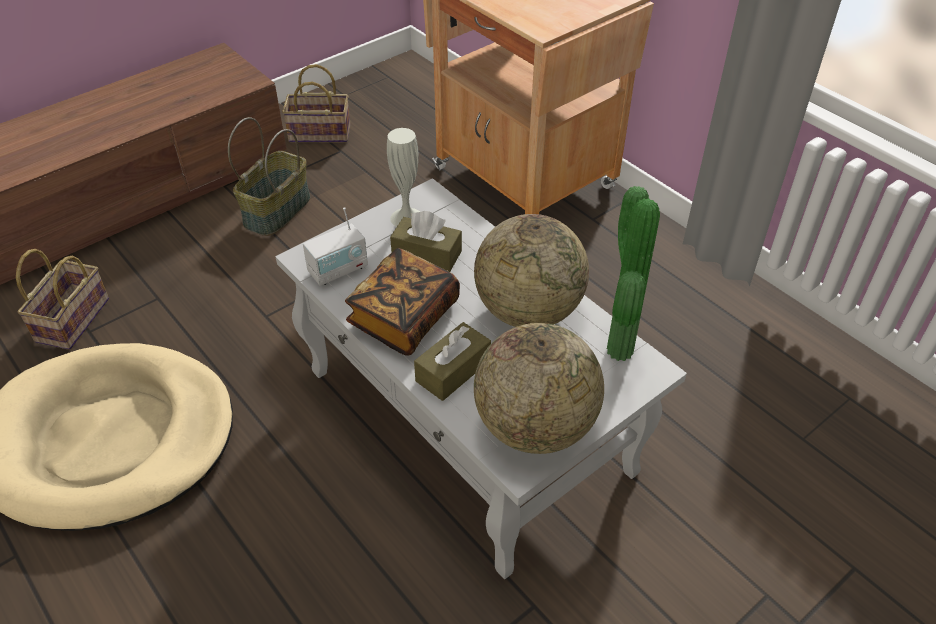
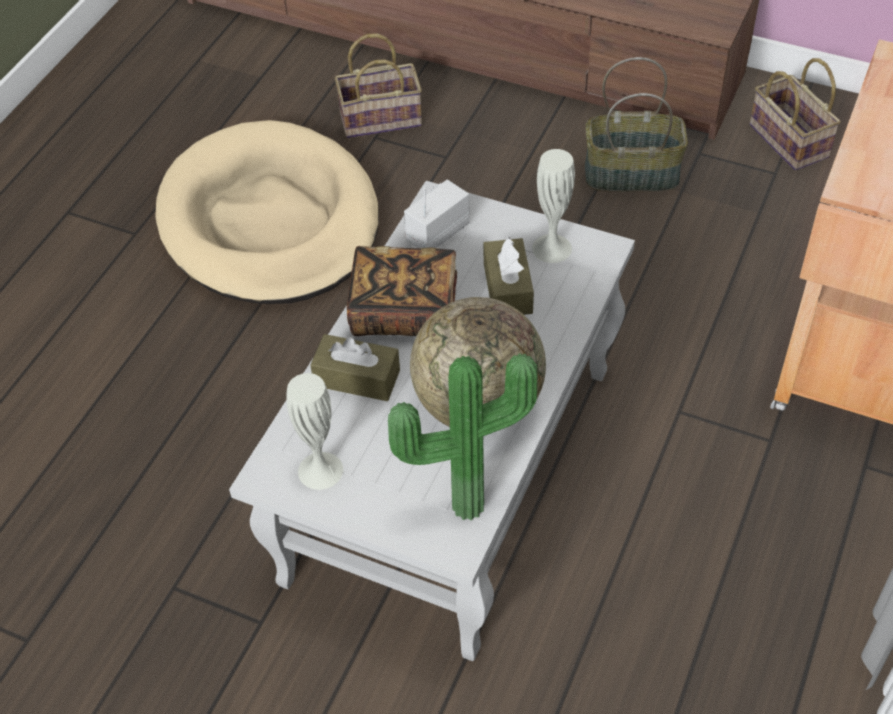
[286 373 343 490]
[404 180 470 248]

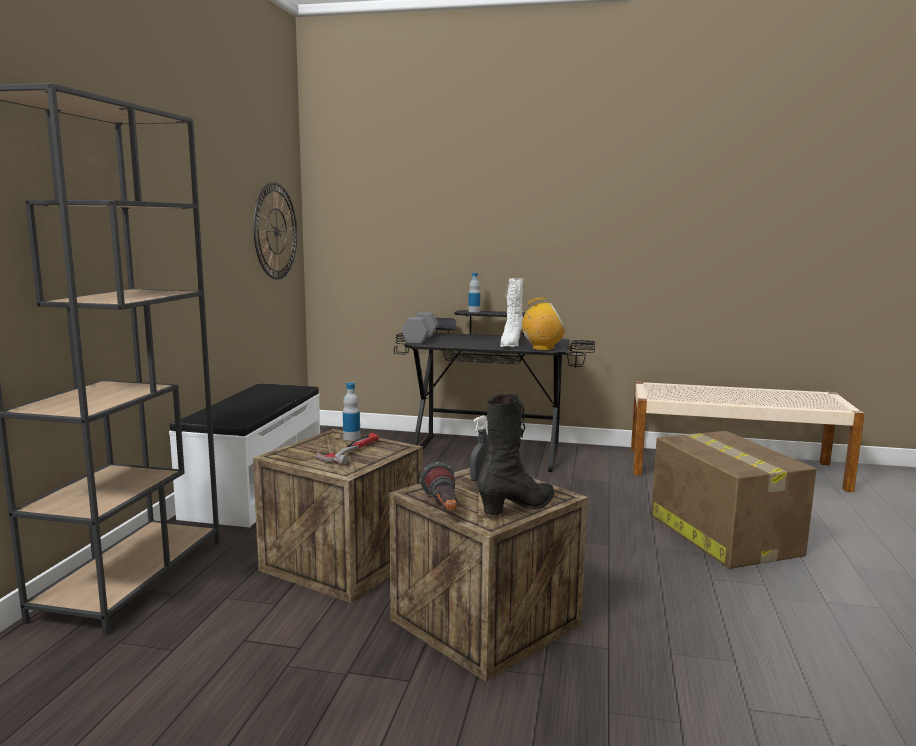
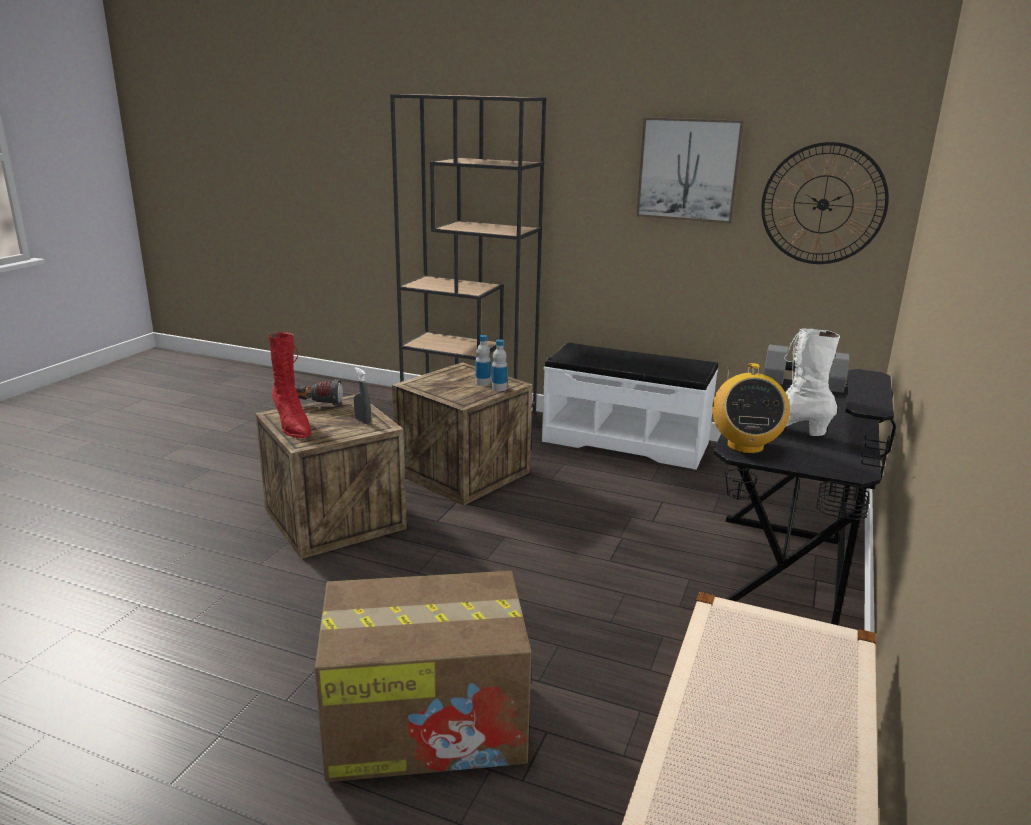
[268 332 312 438]
[476 335 491 386]
[636 117 744 223]
[317 433 378 466] (first image)

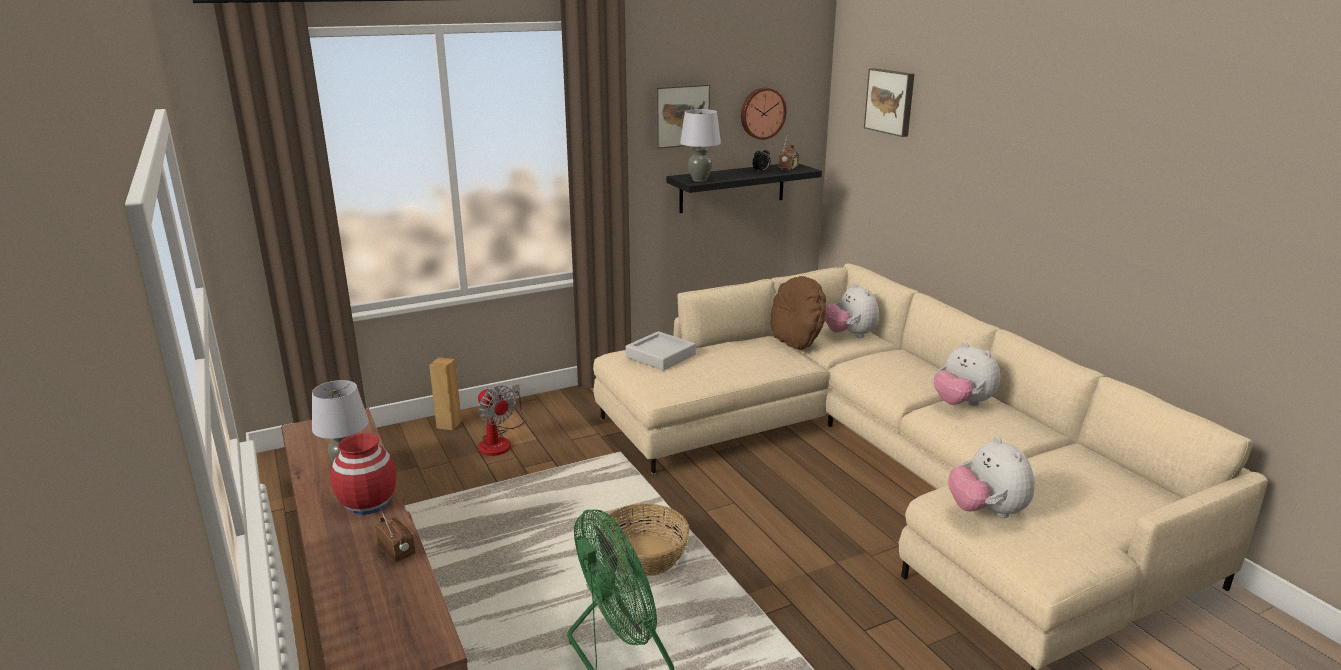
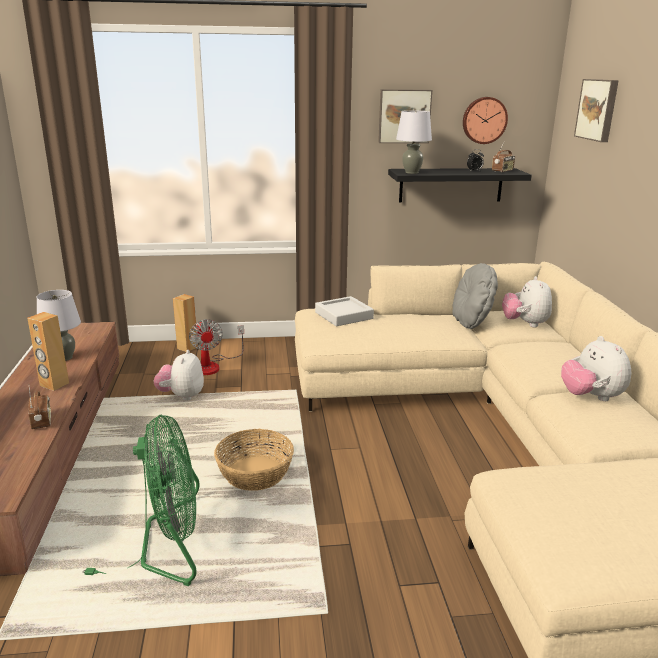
[27 312 69 391]
[154 350 204 400]
[453 263 498 329]

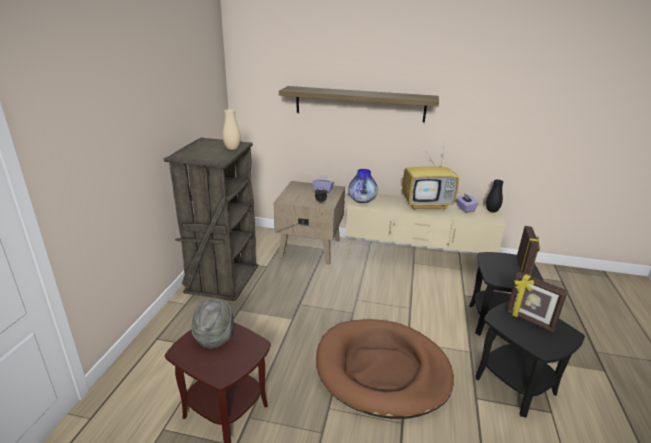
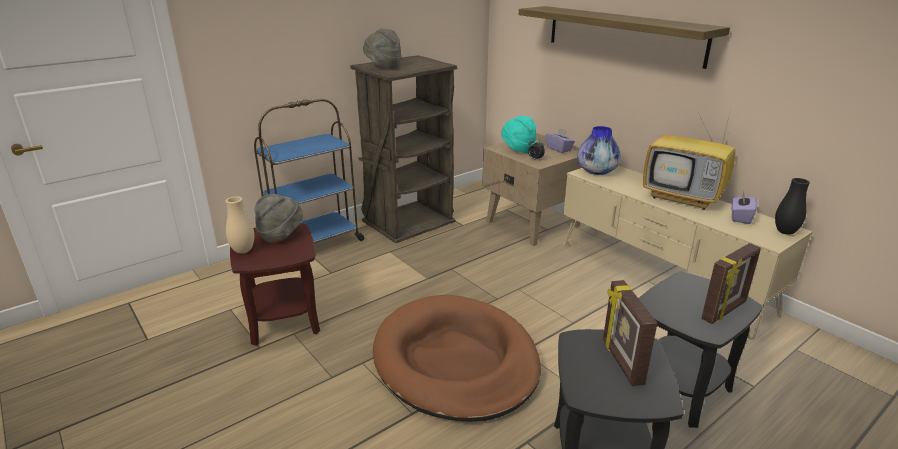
[226 196 254 254]
[254 99 364 243]
[363 28 402 69]
[501 116 536 153]

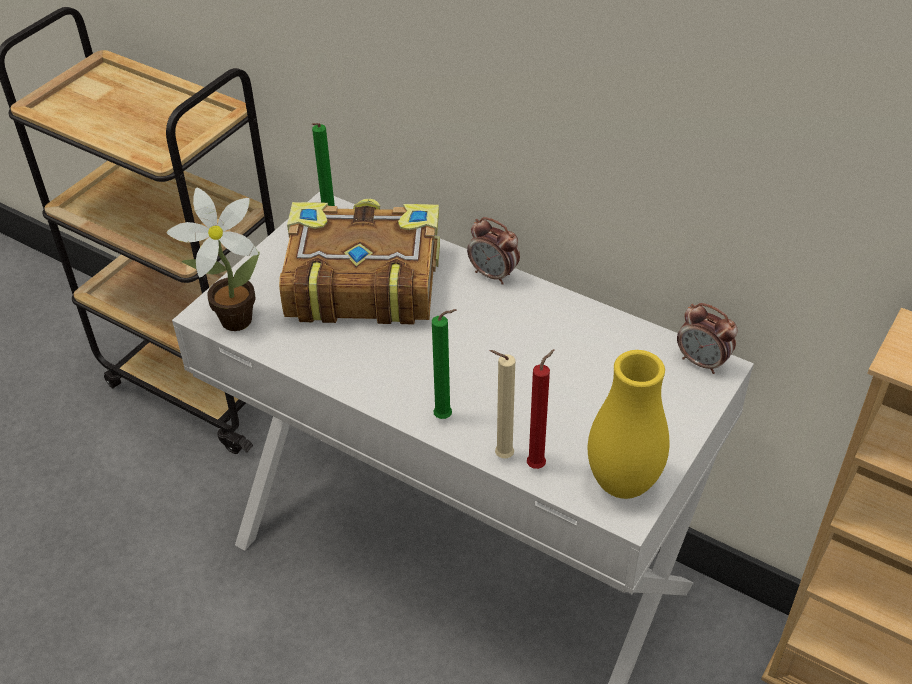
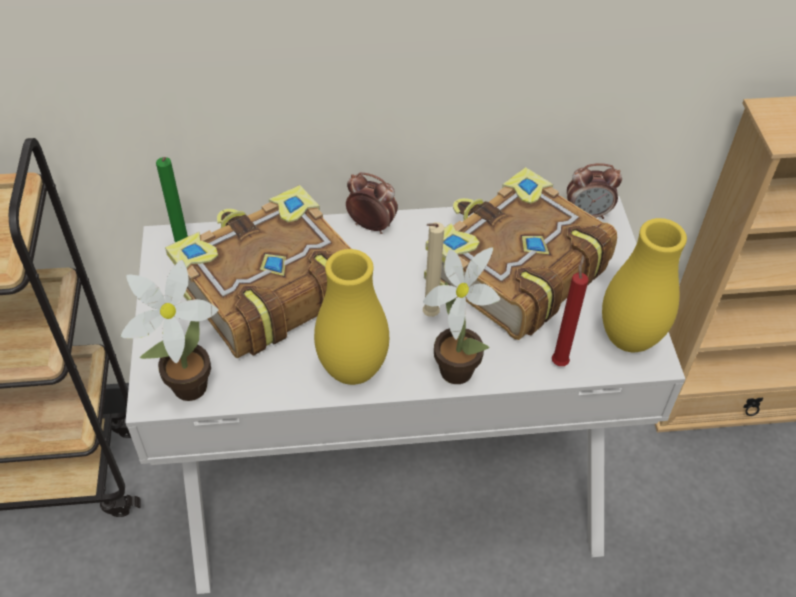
[314 249 389 385]
[346 172 398 234]
[423 222 444 317]
[423 247 500 384]
[424 167 617 340]

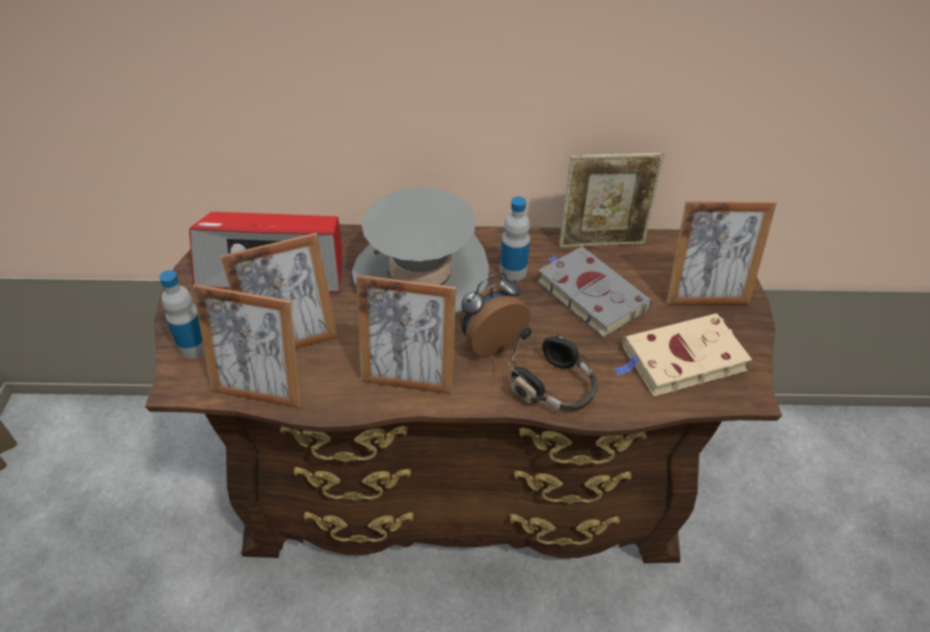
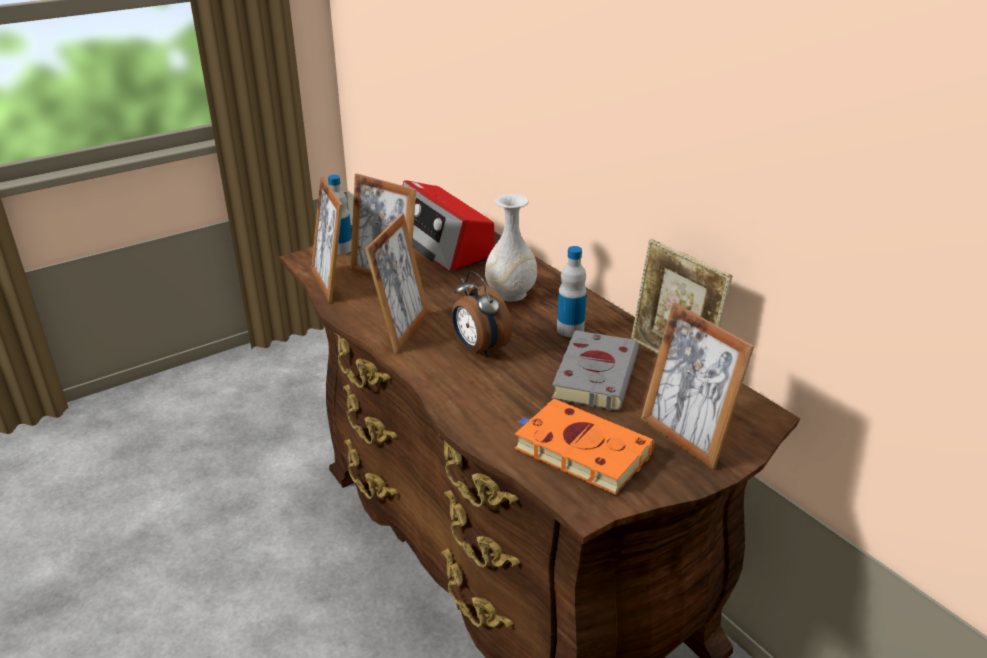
[365 214 429 353]
[452 271 512 357]
[485 194 537 302]
[515 399 654 495]
[508 327 598 412] (first image)

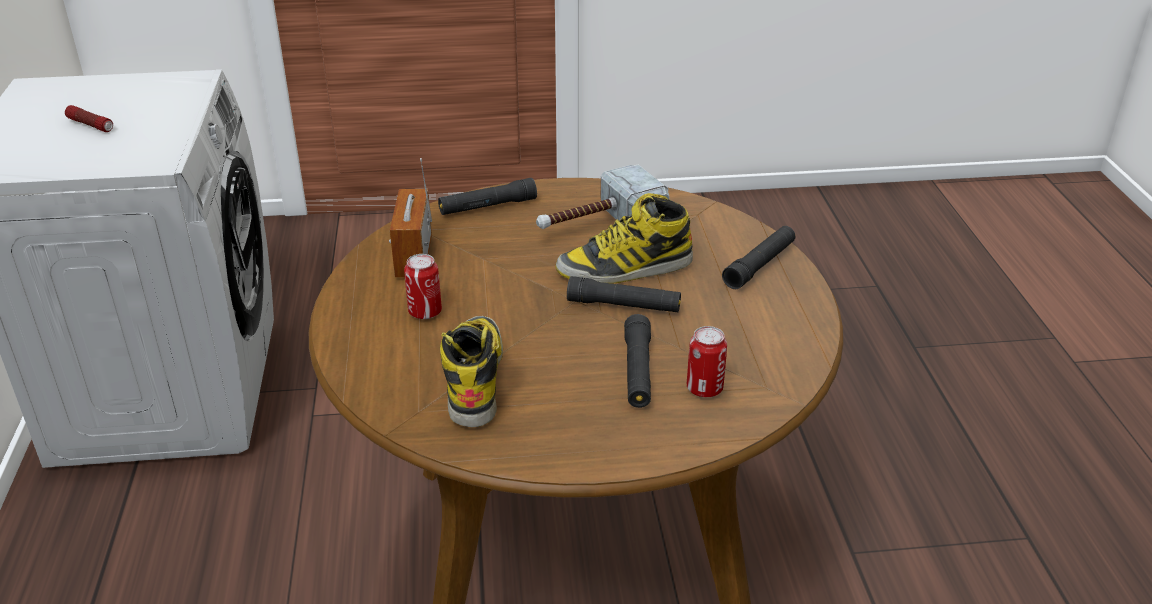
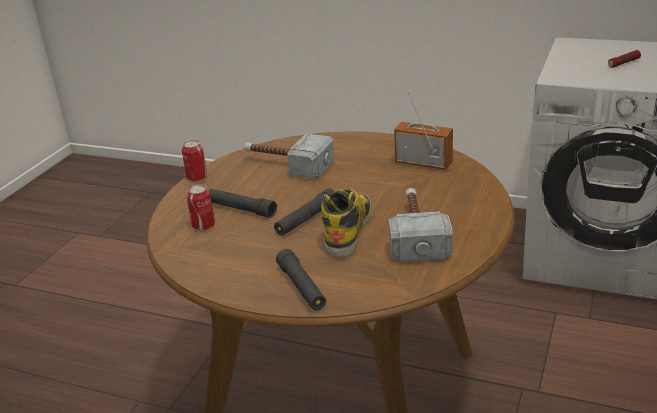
[182 140 207 181]
[244 134 335 179]
[438 178 537 215] (first image)

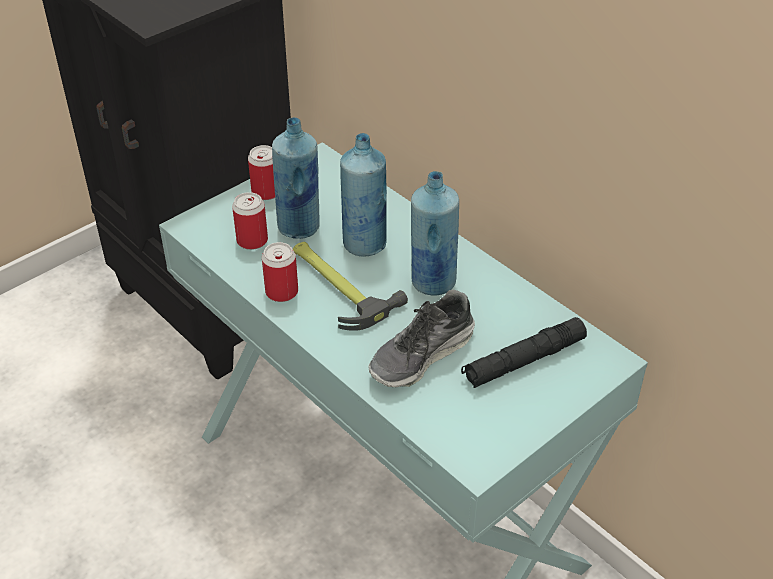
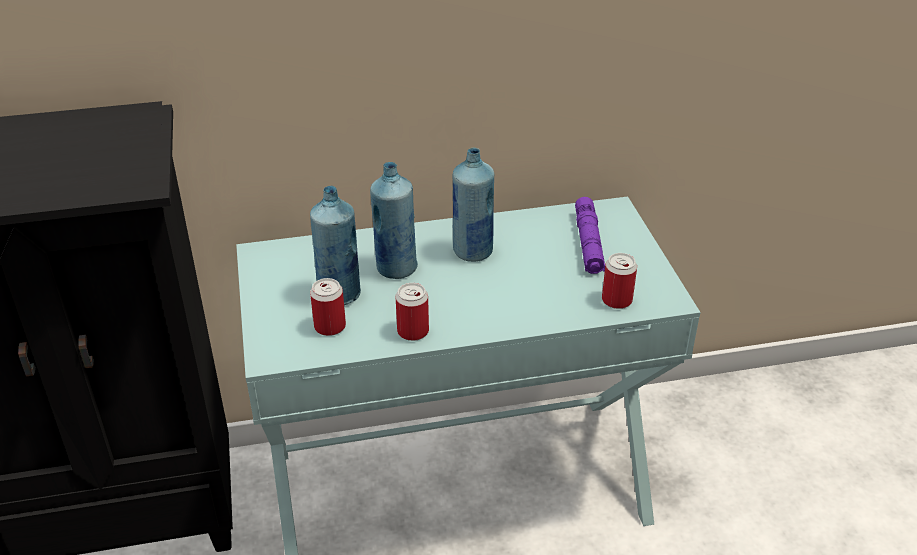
[575 197 605 274]
[602 253 637 309]
[293 242 408 331] (first image)
[369 290 475 387] (first image)

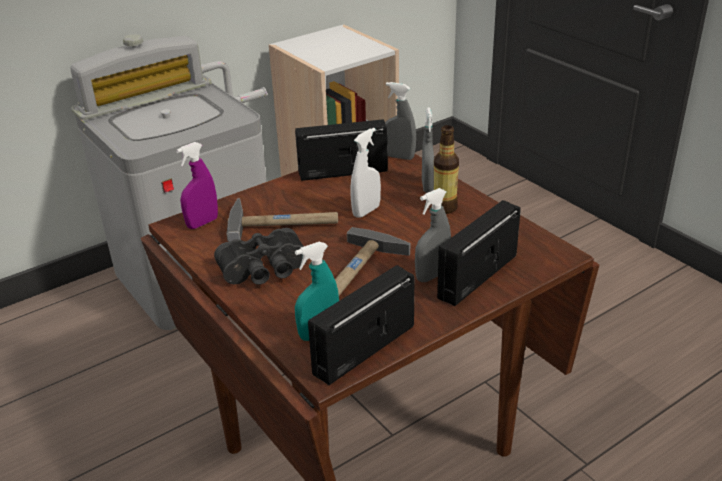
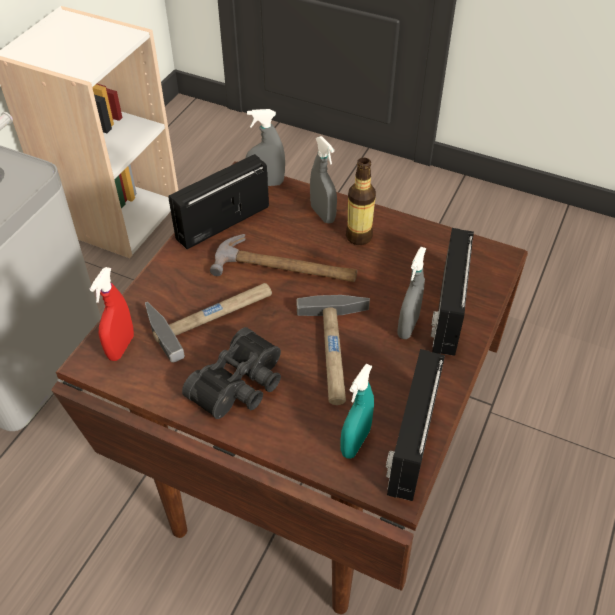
[90 267 134 361]
[210 234 357 282]

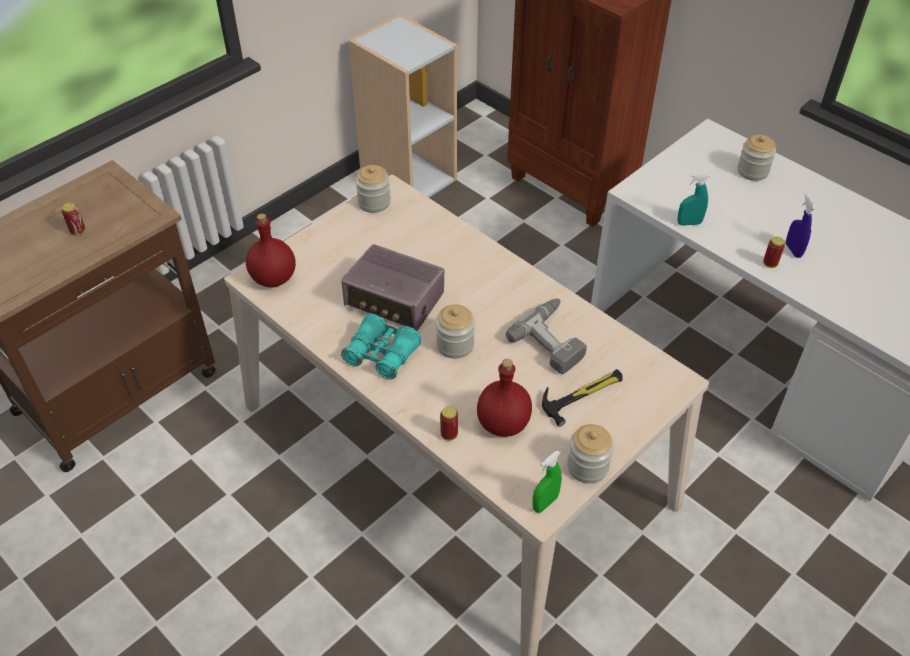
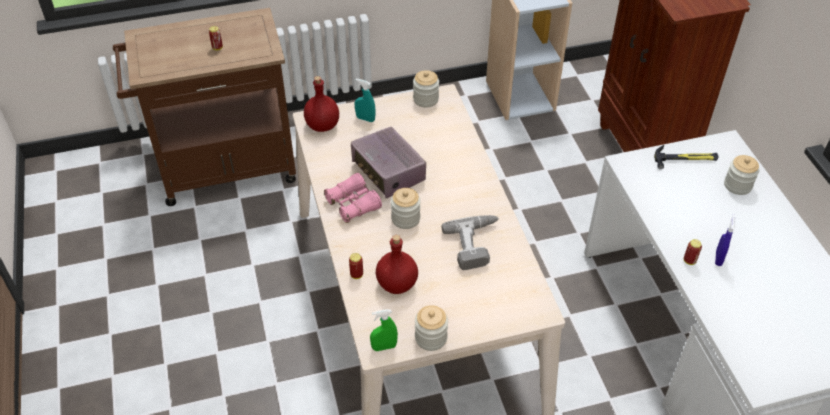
[324 173 382 223]
[355 79 376 122]
[654 145 719 169]

